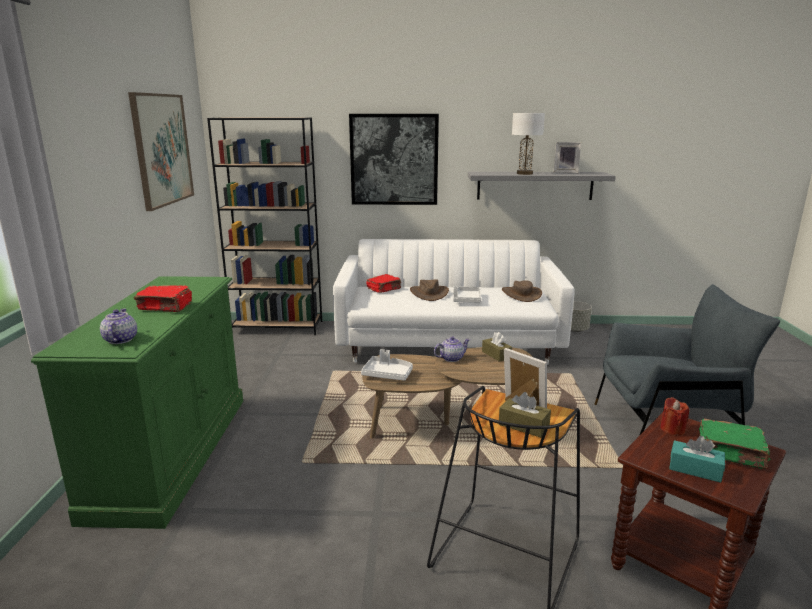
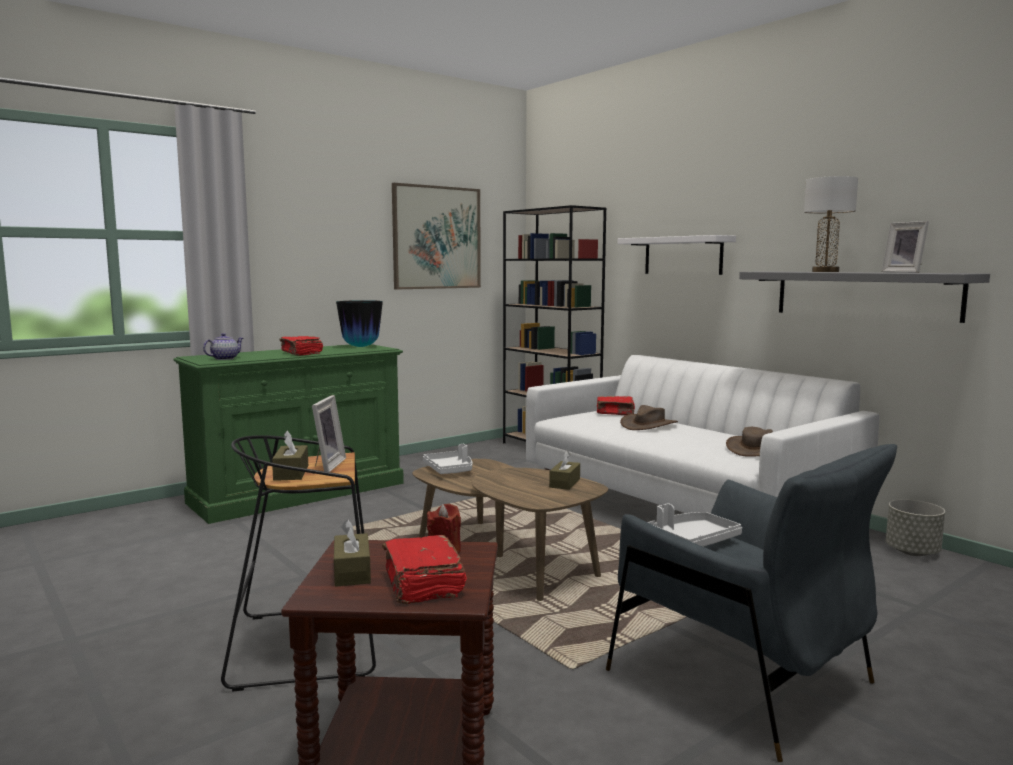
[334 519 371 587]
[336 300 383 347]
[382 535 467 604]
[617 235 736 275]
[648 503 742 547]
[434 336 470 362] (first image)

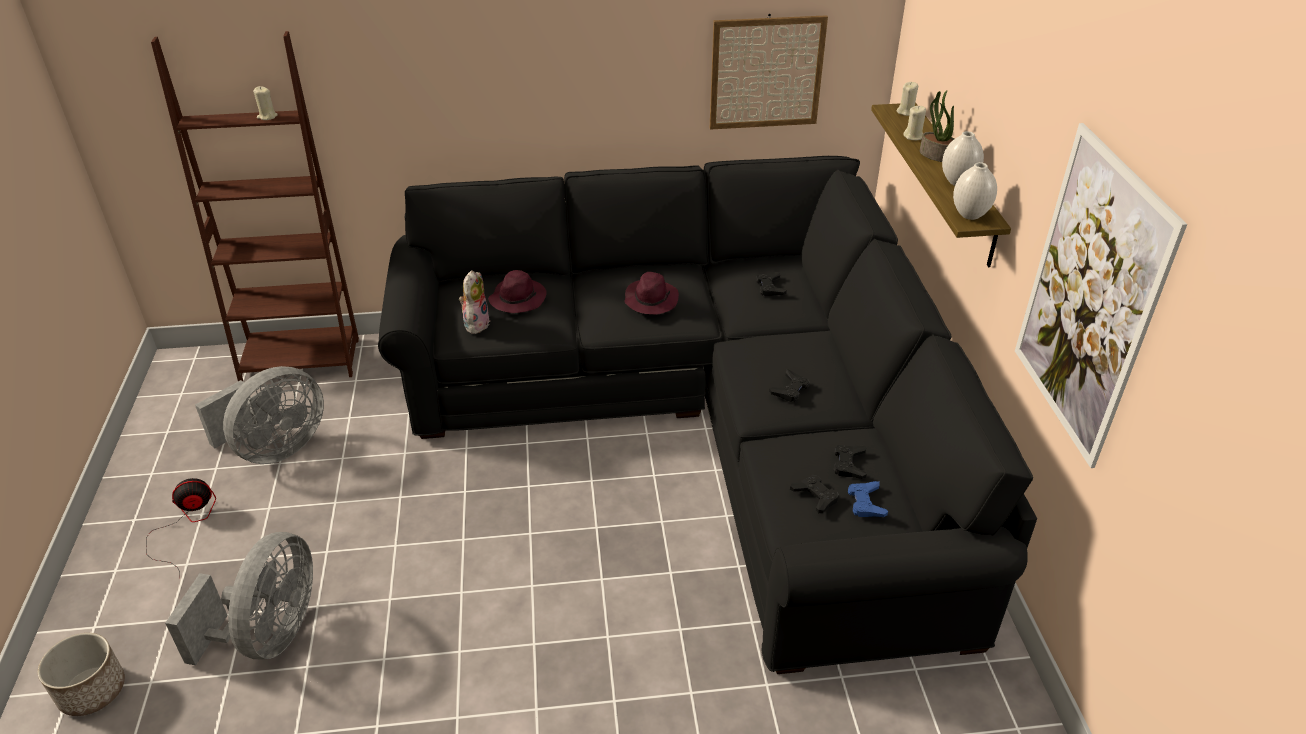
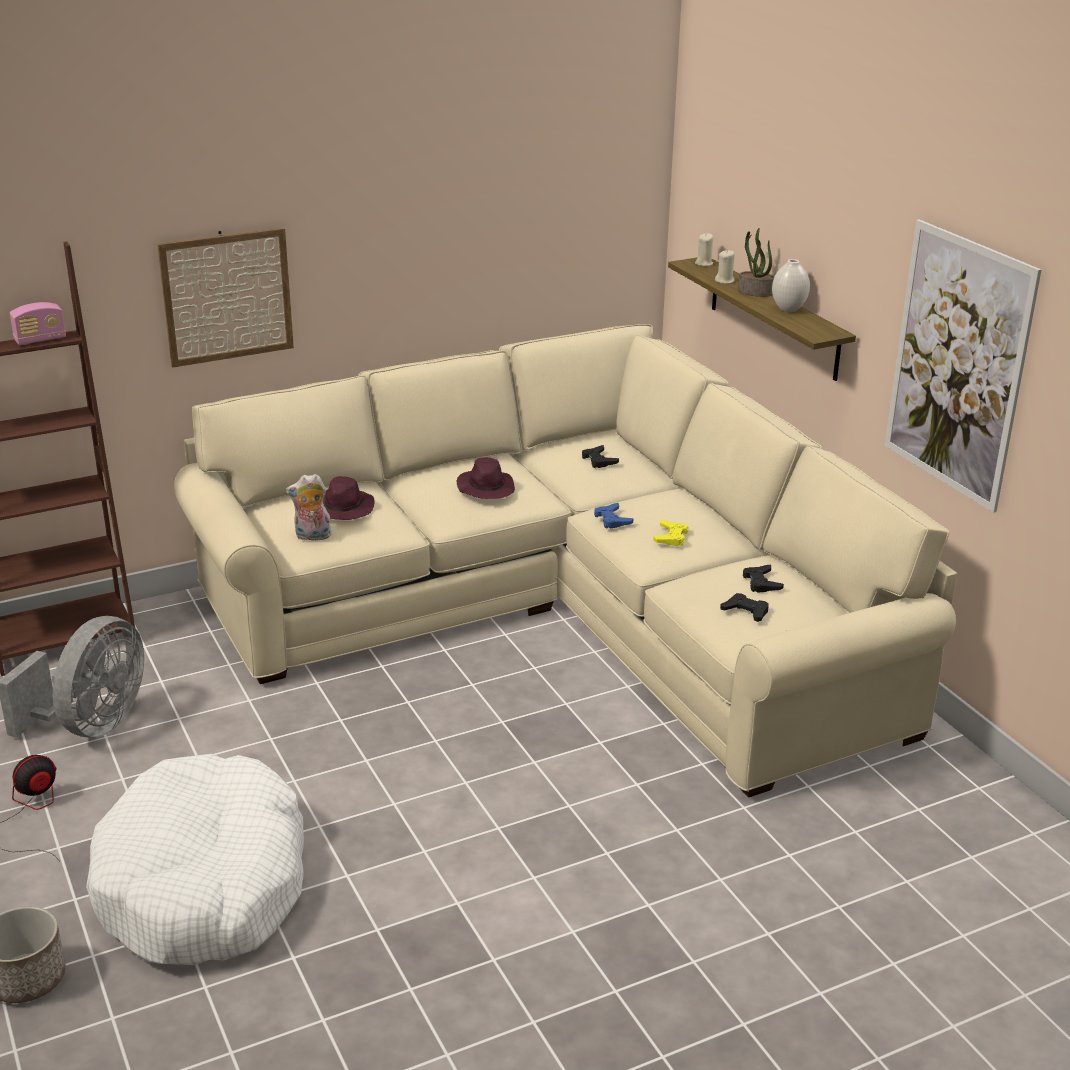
[10 302 66 345]
[86 754 304 965]
[157 228 294 368]
[174 324 957 797]
[286 474 334 541]
[594 503 633 529]
[653 520 688 546]
[953 162 997 220] (first image)

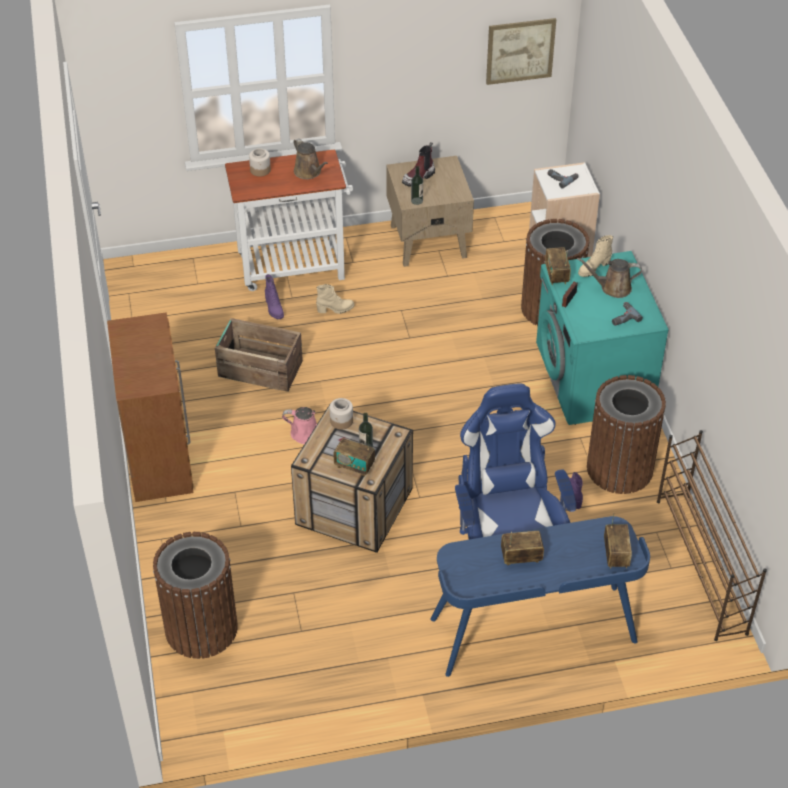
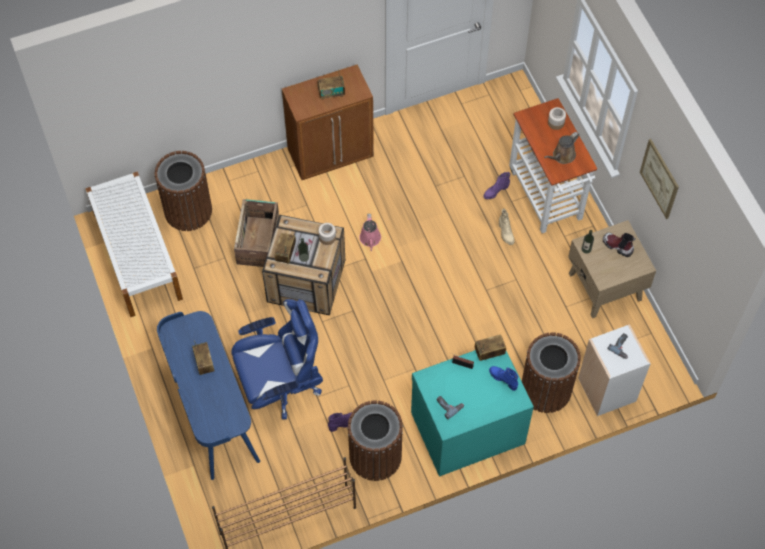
[85 171 183 317]
[234 199 279 267]
[317 76 345 100]
[489 366 518 391]
[640 139 679 219]
[577 258 642 298] (first image)

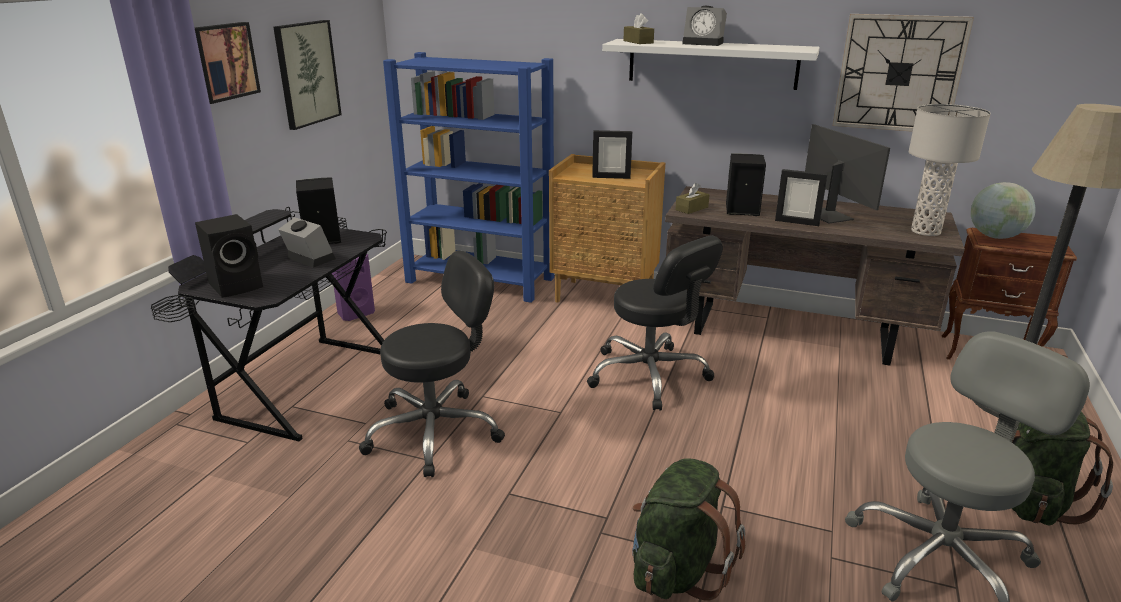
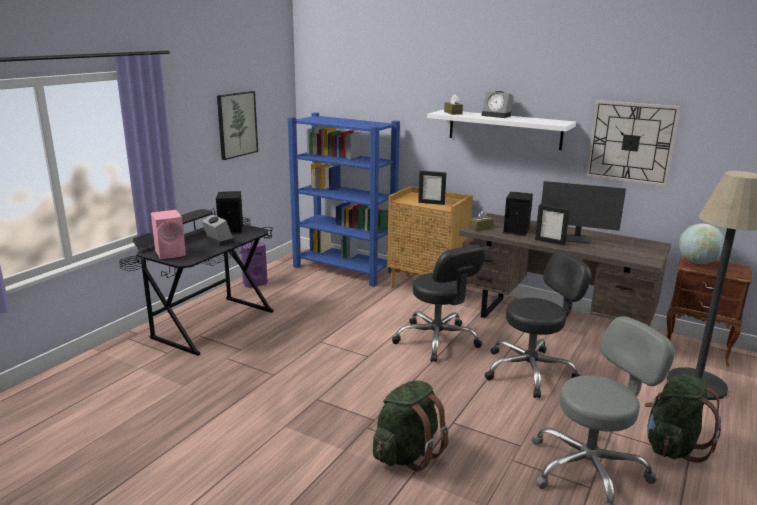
[151 210 186 259]
[484 251 592 398]
[541 181 626 244]
[195 22 261 104] (first image)
[909 104 991 236] (first image)

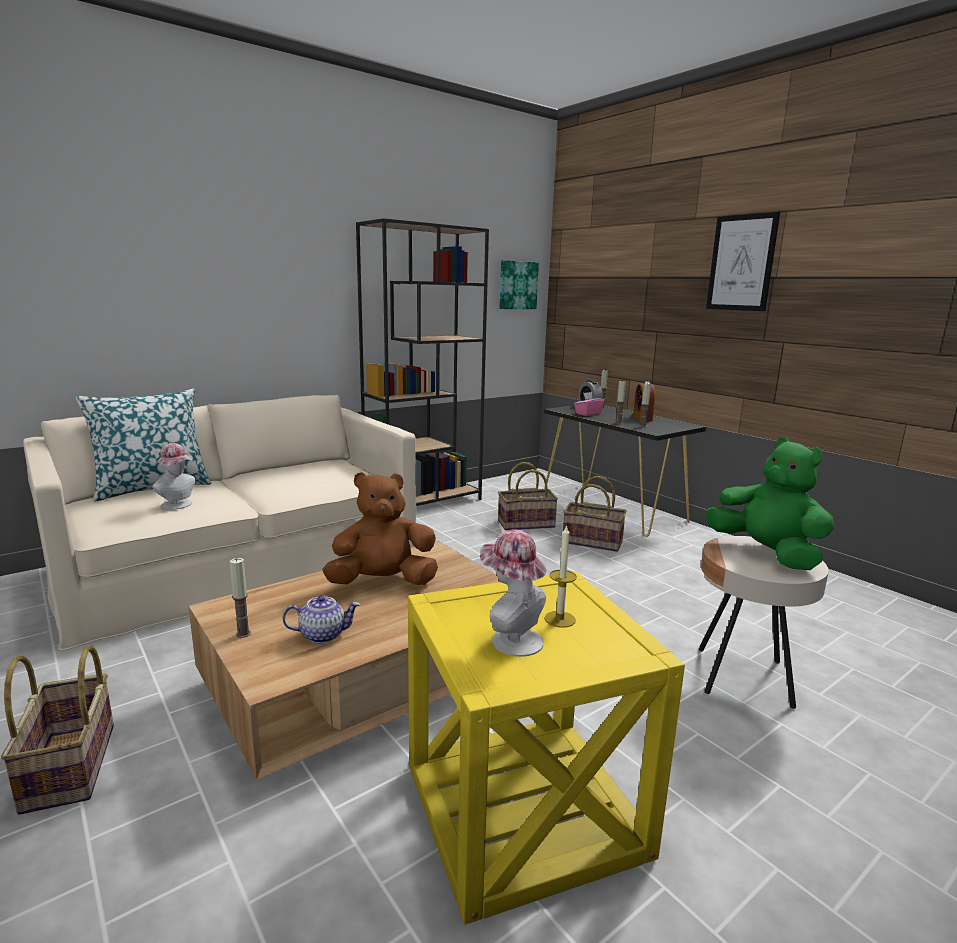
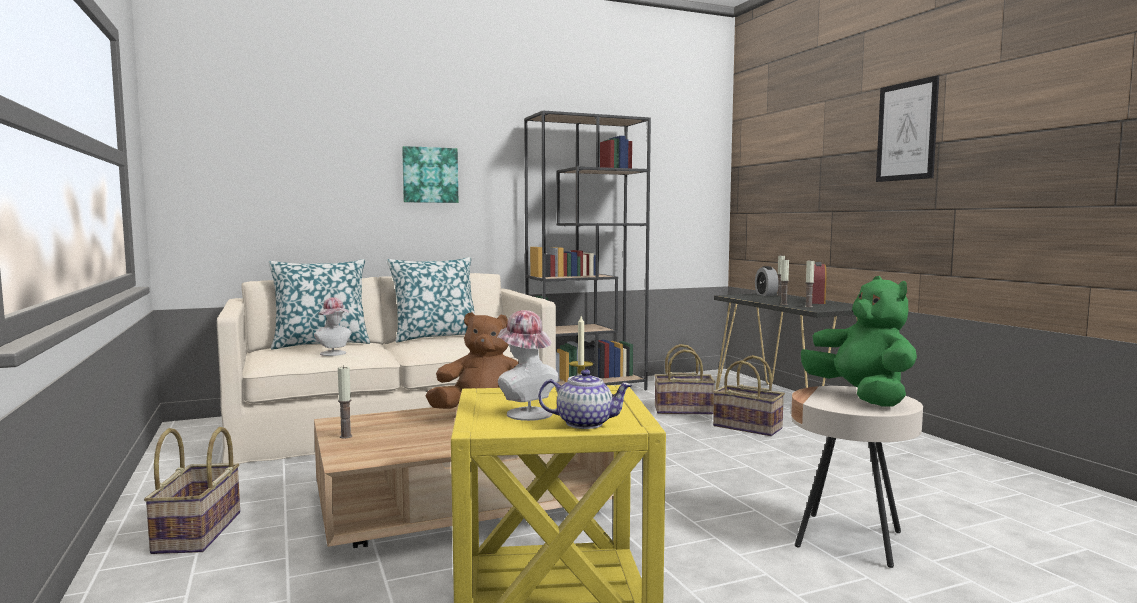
[387 257 475 342]
[402 146 458 203]
[538 369 632 429]
[574 392 604 416] (first image)

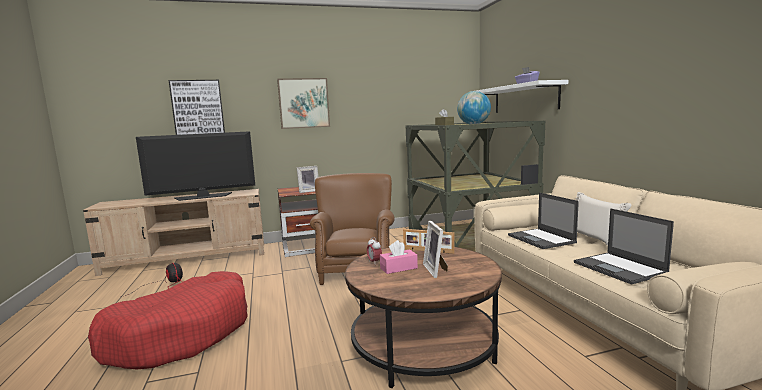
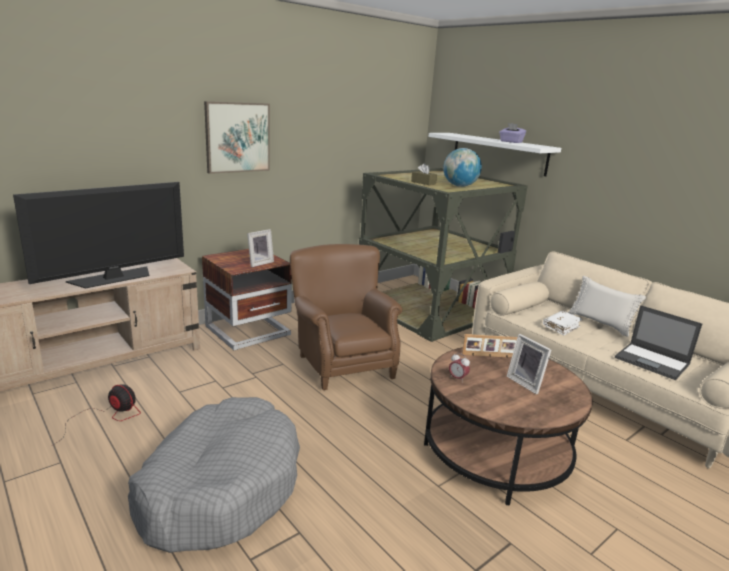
[128 397 300 553]
[543 311 582 335]
[169 80 225 135] (first image)
[380 240 418 274] (first image)

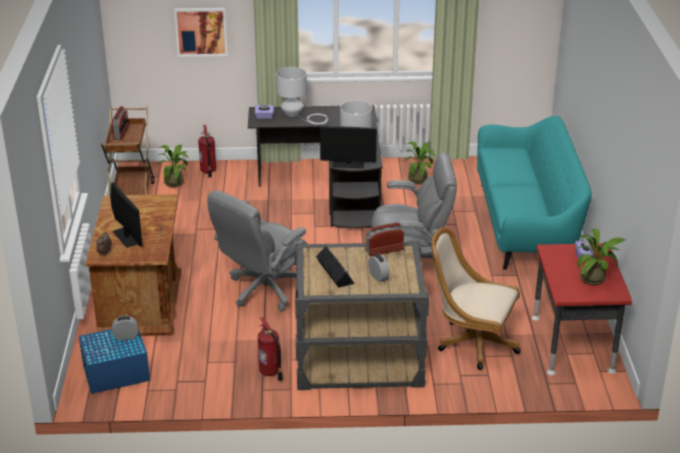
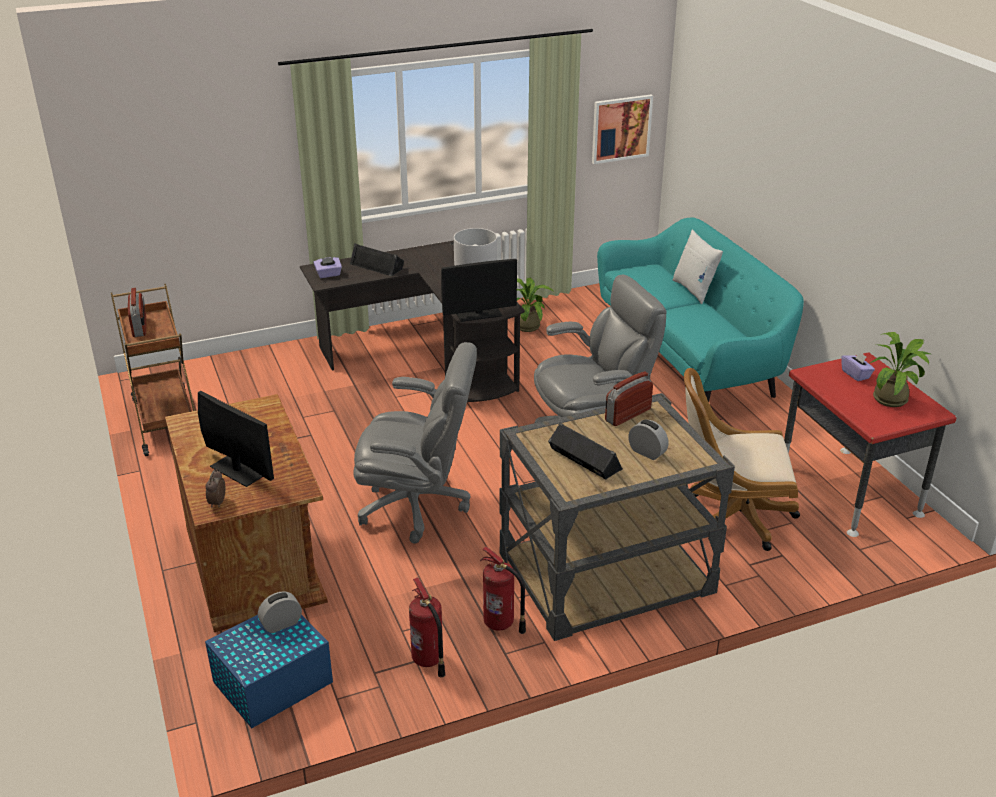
[350 243 404 277]
[353 342 477 543]
[409 577 446 678]
[592 95 653 164]
[673 230 723 304]
[157 145 188 187] (first image)

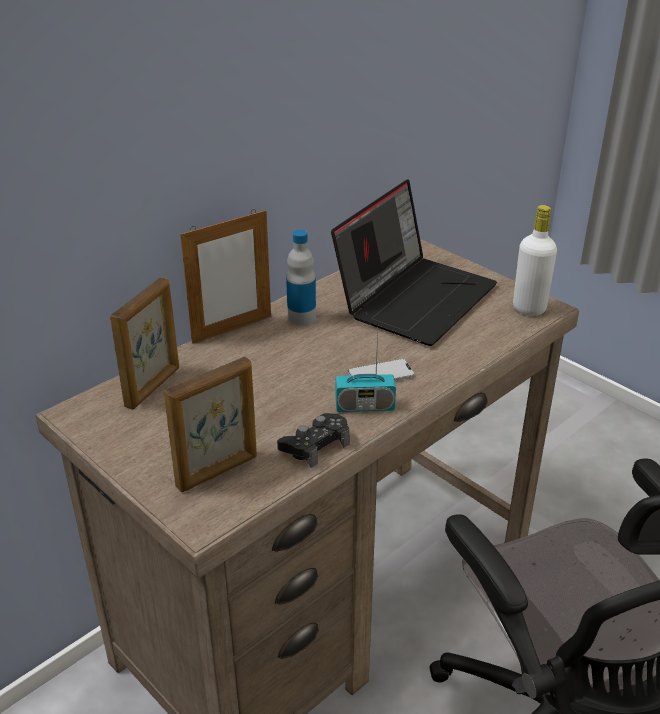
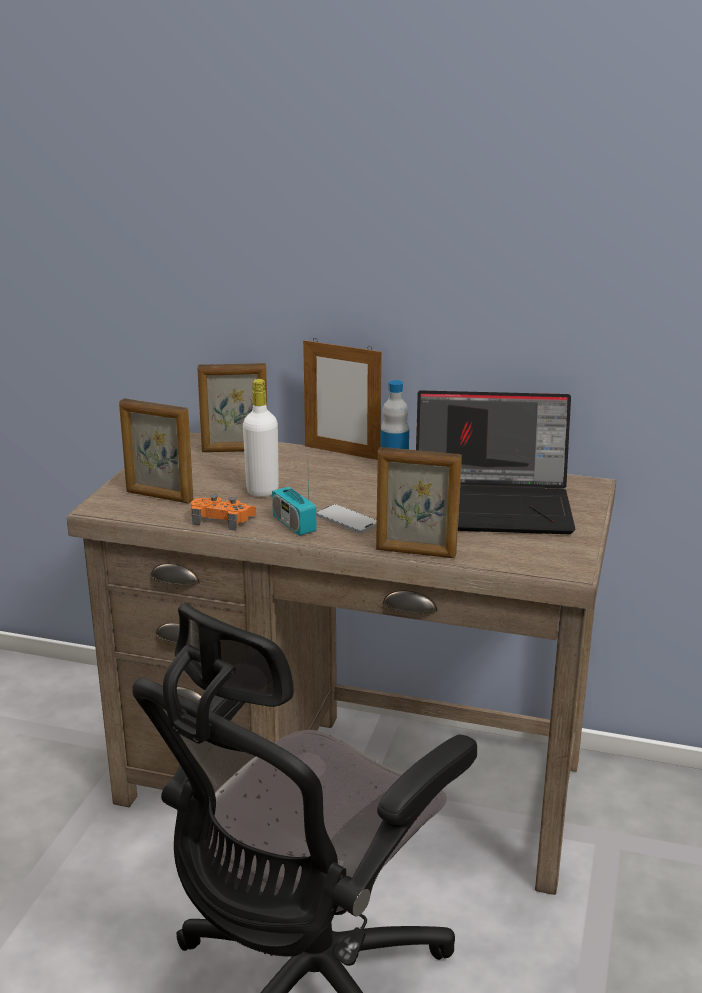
[191 494 256 531]
[243 379 279 497]
[376 447 462 558]

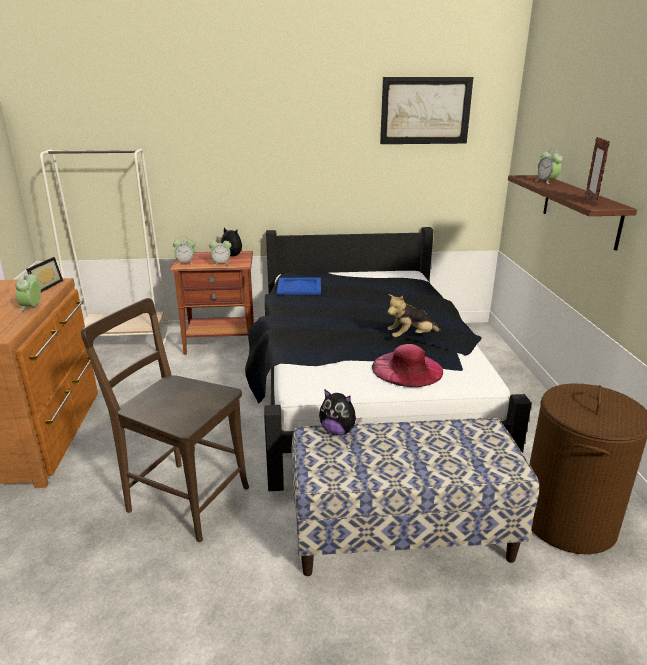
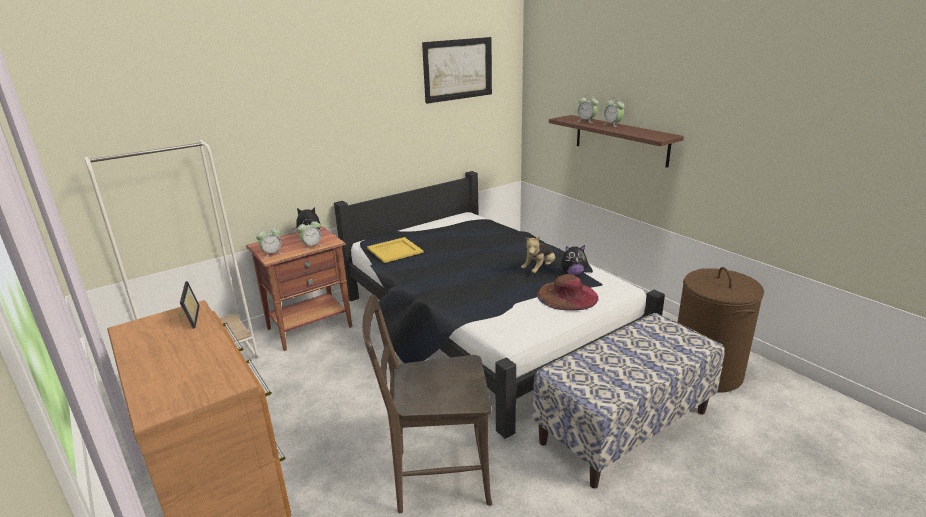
[367 237 424 263]
[537 274 599 311]
[561 245 587 276]
[603 97 625 127]
[585 137 610 205] (first image)

